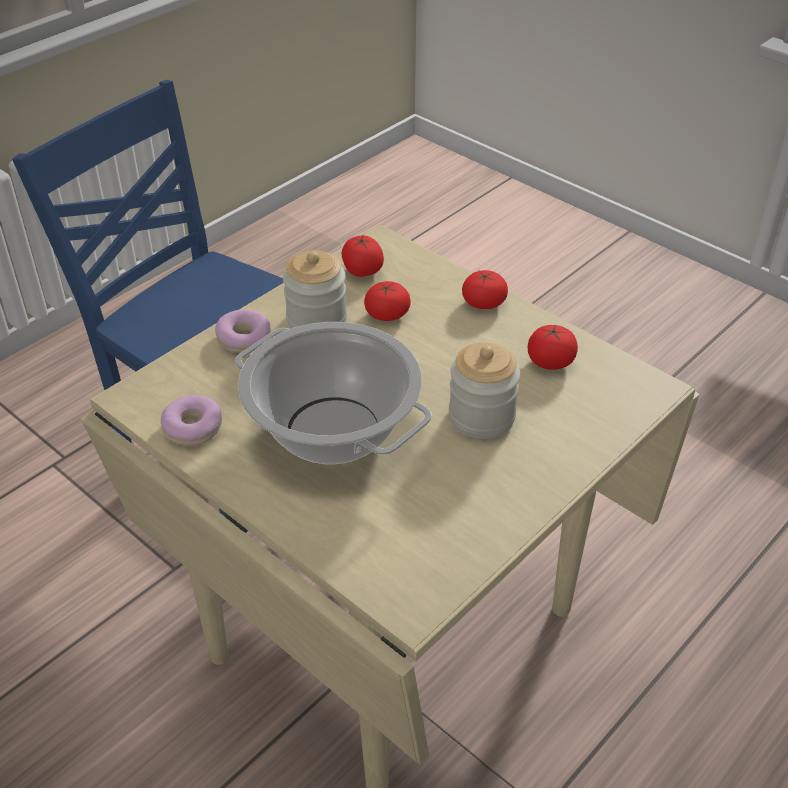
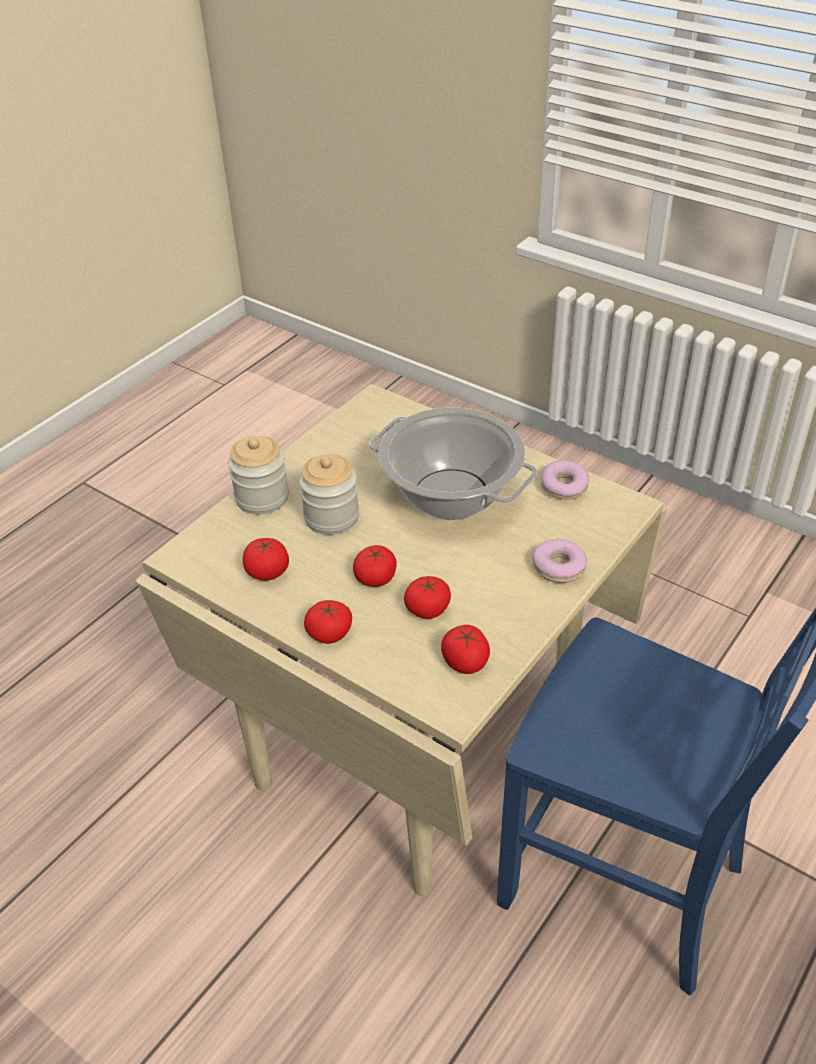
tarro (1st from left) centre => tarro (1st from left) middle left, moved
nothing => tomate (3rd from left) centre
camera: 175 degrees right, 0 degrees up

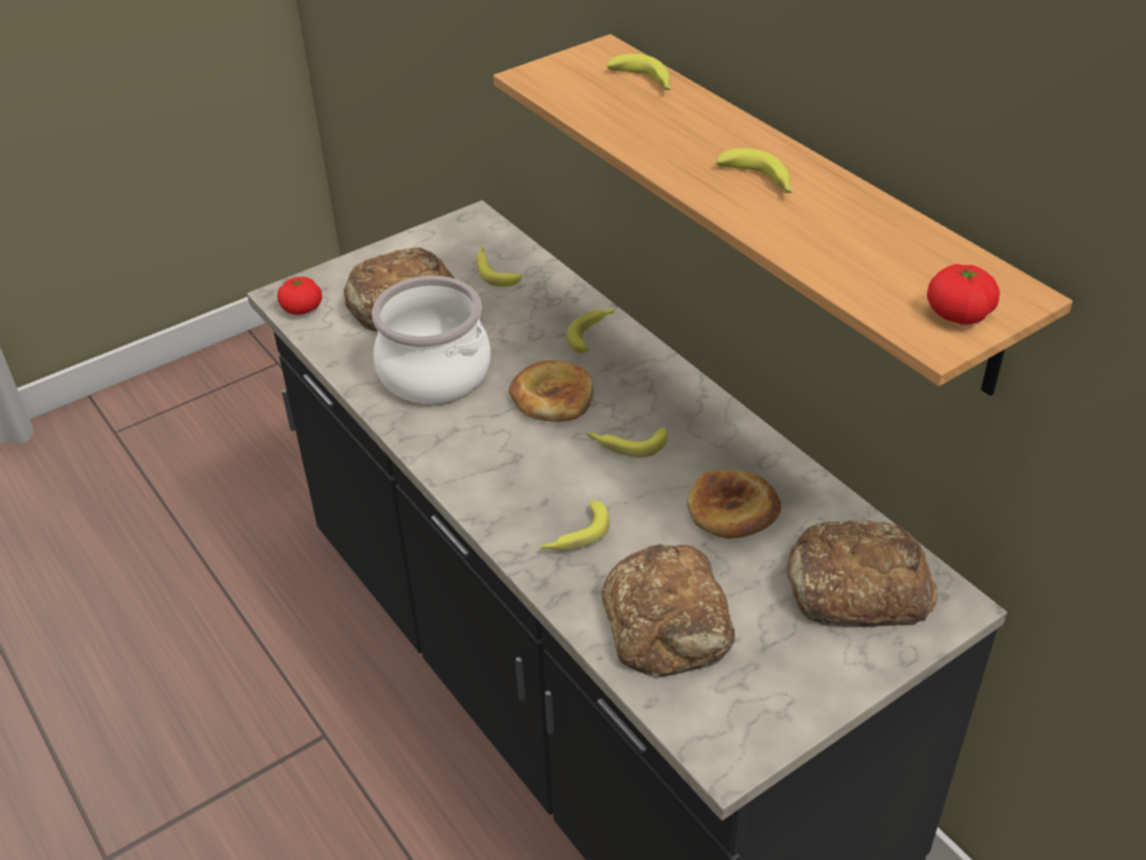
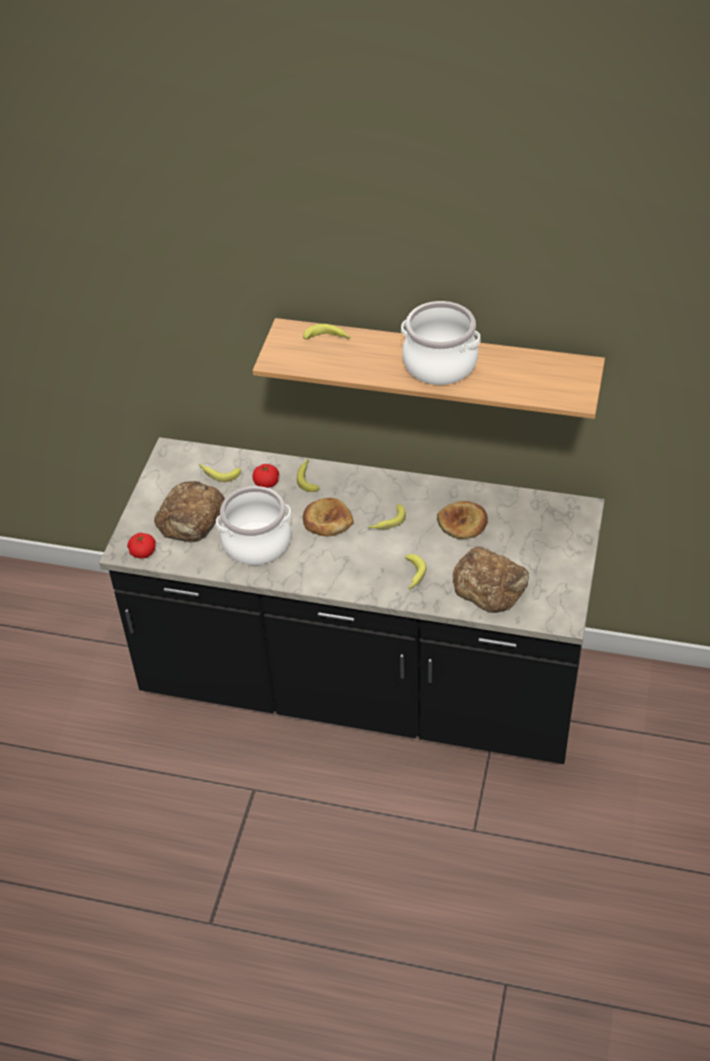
tomate (2nd from left) middle right => tomate (2nd from left) centre, moved
plátano (6th from left) top centre => olla (2nd from left) top centre
pan (5th from left) bottom right => nothing
camera: 40 degrees left, 5 degrees up

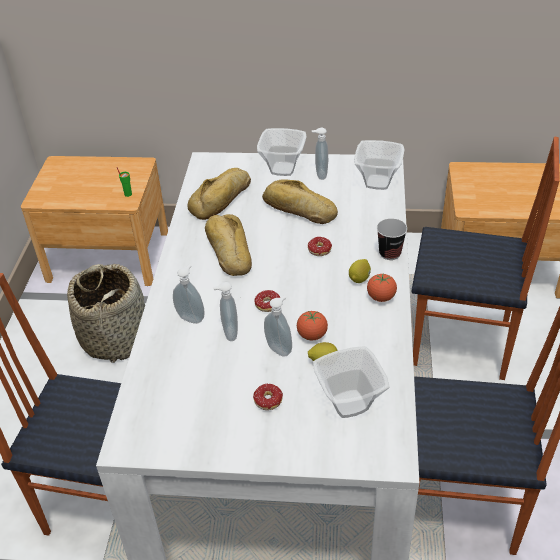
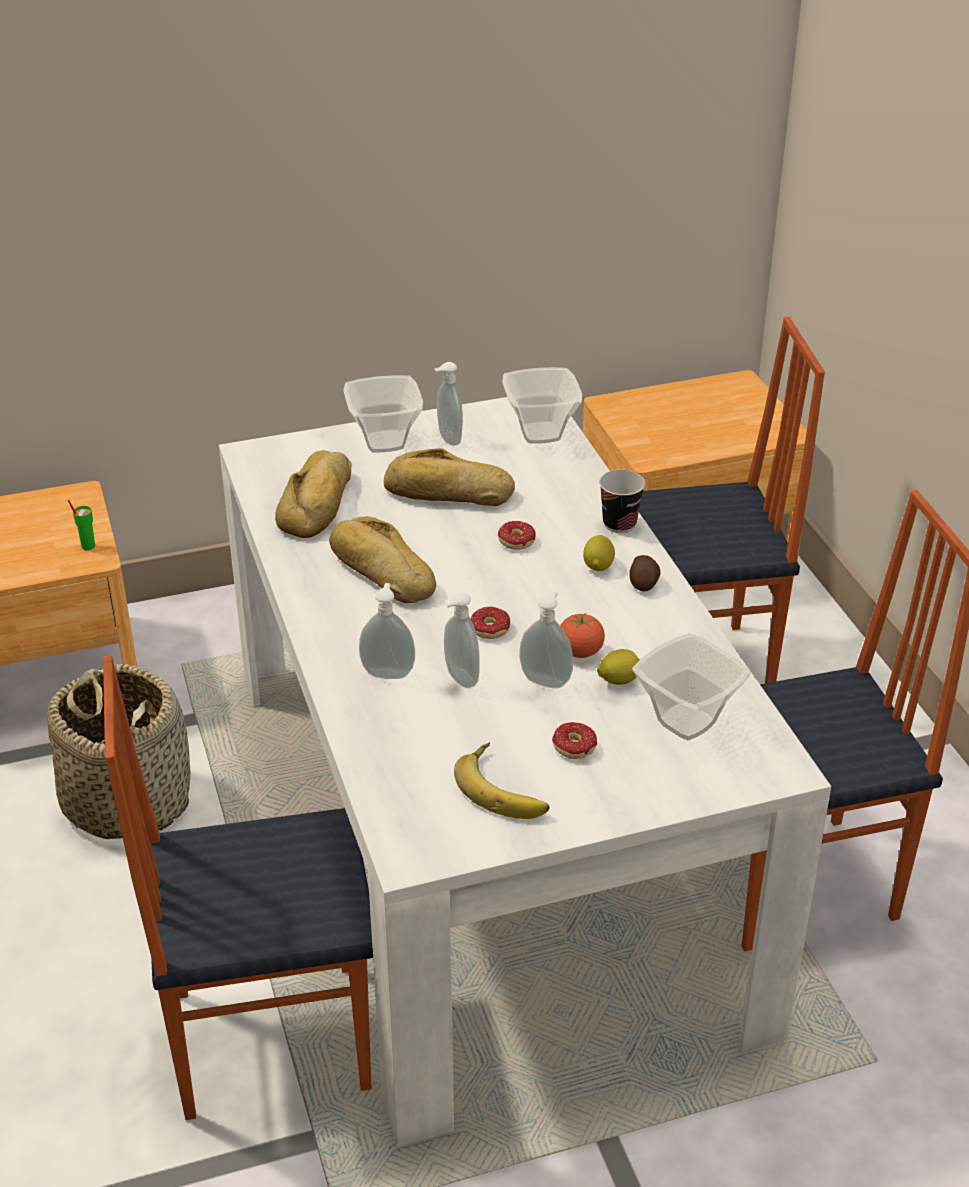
nothing => plátano centre
tomate (2nd from left) middle right => patata centre
camera: 25 degrees left, 5 degrees down

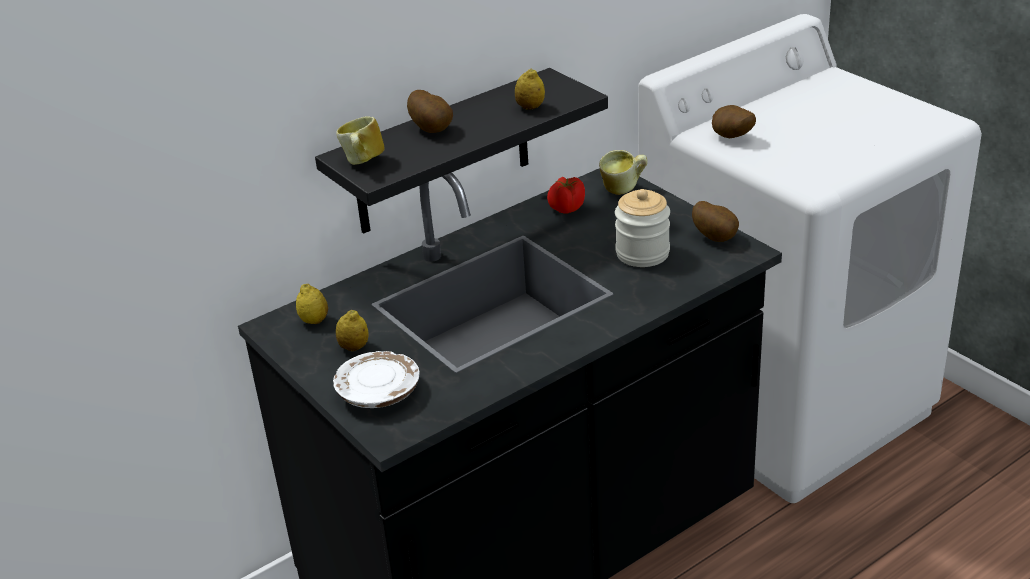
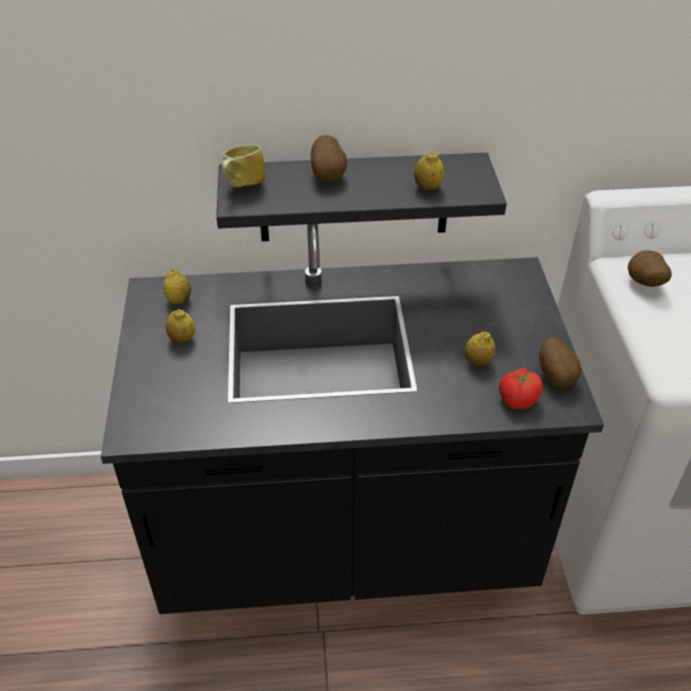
tarro centre => limón (4th from left) middle right
tomate centre => tomate middle right, moved
plato (blanco) centre => nothing
taza grande (2nd from left) top centre => nothing
camera: 30 degrees right, 10 degrees up

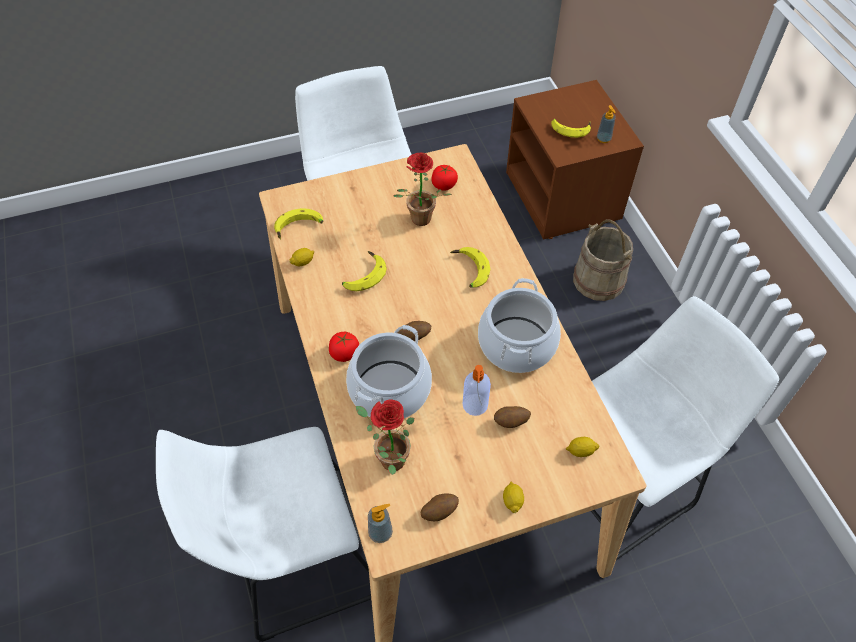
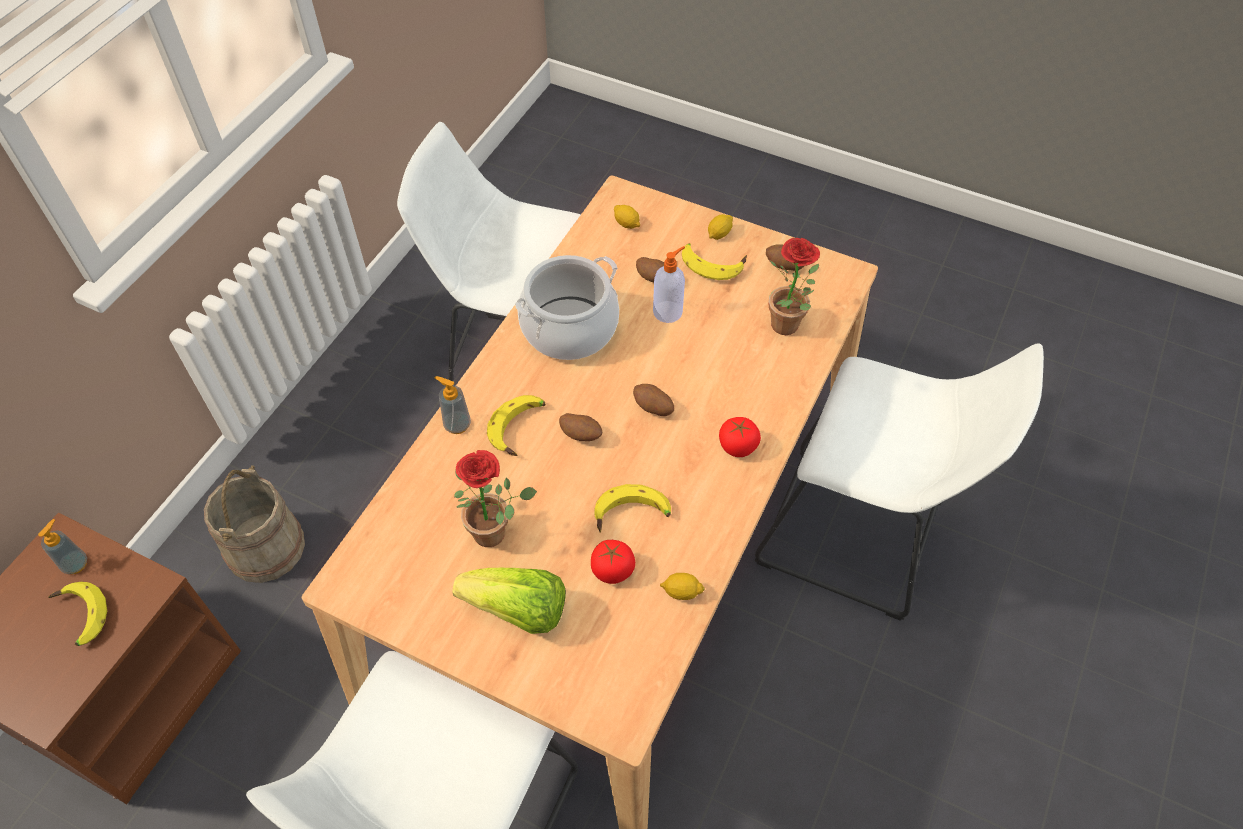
dispensador de jabón (1st from left in the first image) bottom centre => dispensador de jabón (2nd from left) centre, moved
nothing => lechuga bottom centre
nothing => patata (1st from left) centre
tomate (2nd from left in the first image) top centre => tomate (1st from left) bottom centre, moved
plátano (1st from left in the first image) centre => plátano (4th from left) top centre, moved
olla (1st from left) centre => nothing
camera: 135 degrees left, 0 degrees up

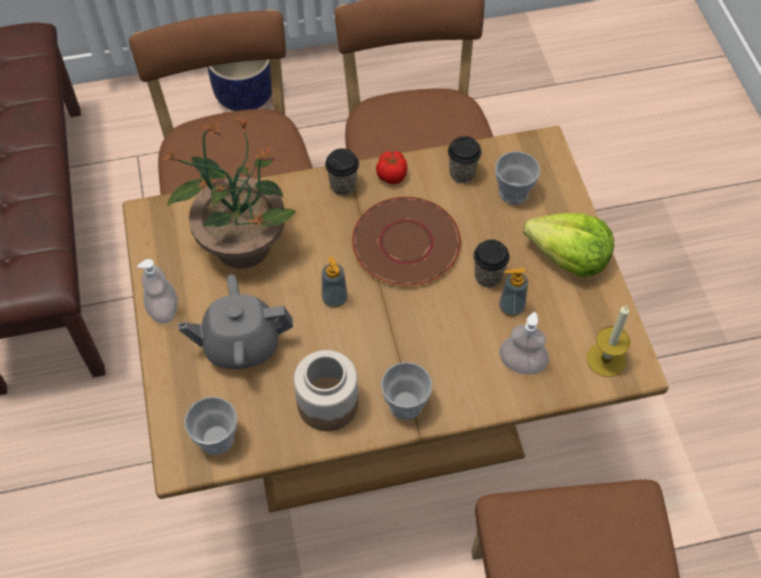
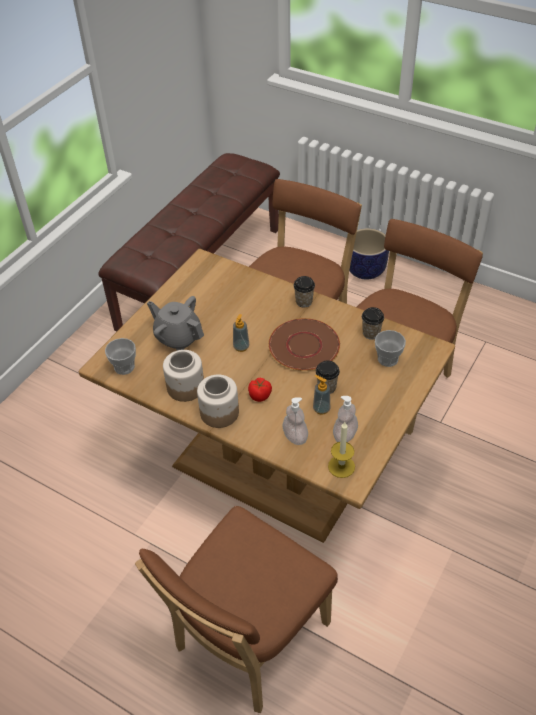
taza (3rd from left) bottom centre => tarro (2nd from left) centre
tomate top centre => tomate centre, moved
dispensador de jabón (1st from left in the first image) middle left => dispensador de jabón (4th from left) centre, moved
planta en maceta middle left => nothing
lechuga middle right => nothing
camera: 45 degrees right, 10 degrees down

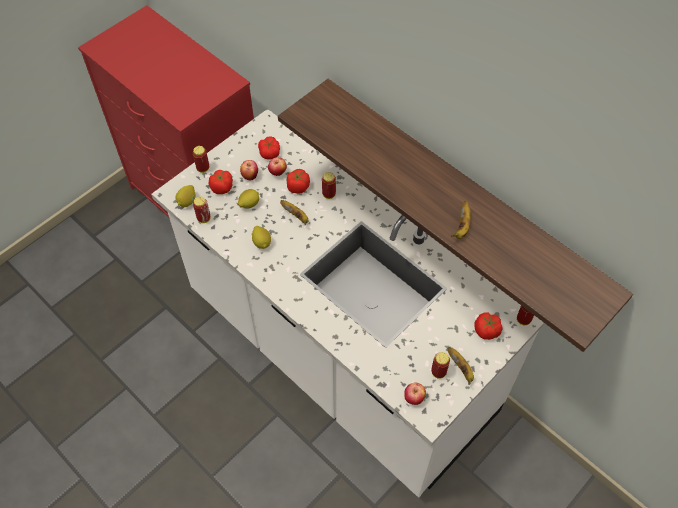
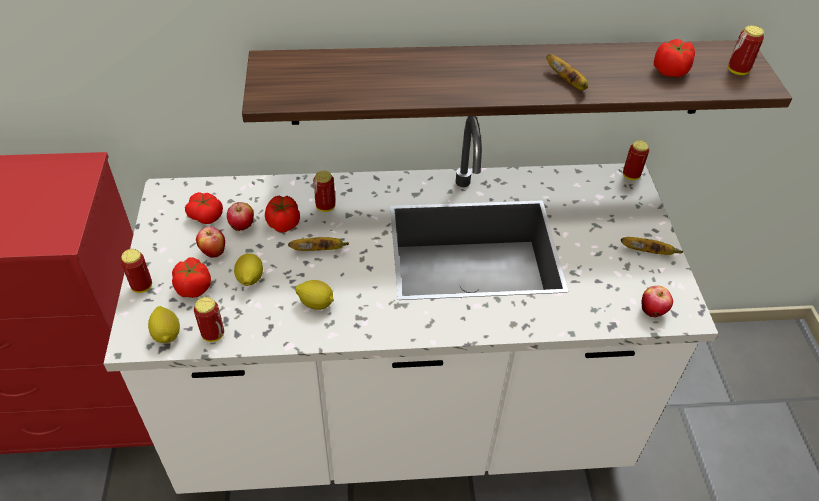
tomate (4th from left) middle right => tomate (4th from left) top right, moved
lata (4th from left in the first image) bottom centre => lata (5th from left) top right, moved
camera: 50 degrees left, 10 degrees down

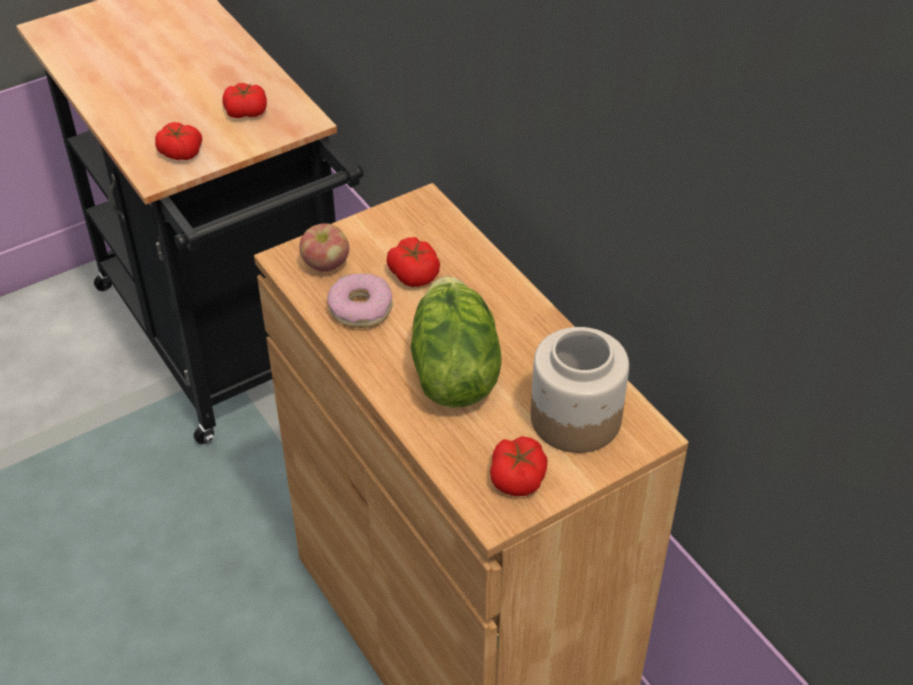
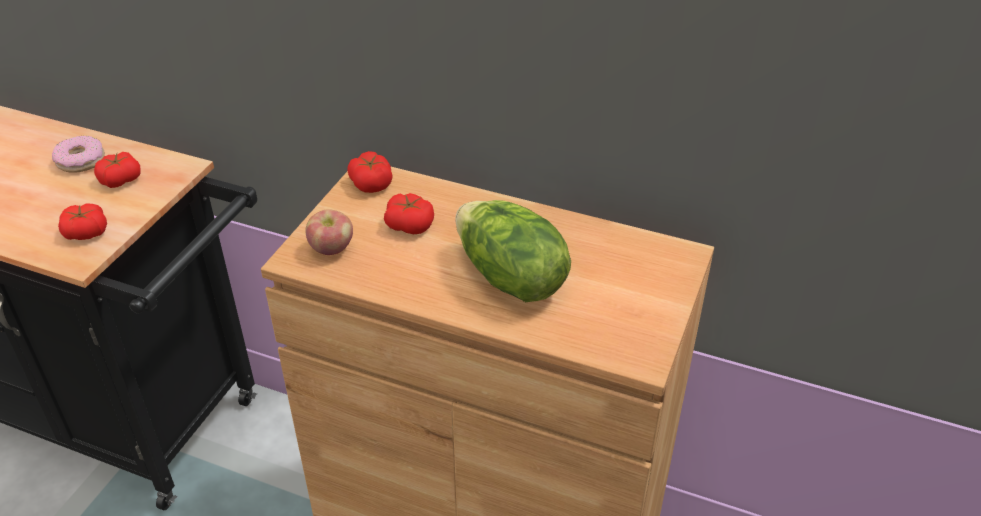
rosquilla centre => rosquilla top left, moved
tomate (4th from left in the first image) bottom centre => tomate (3rd from left) centre, moved
tarro centre => nothing
camera: 35 degrees left, 5 degrees down

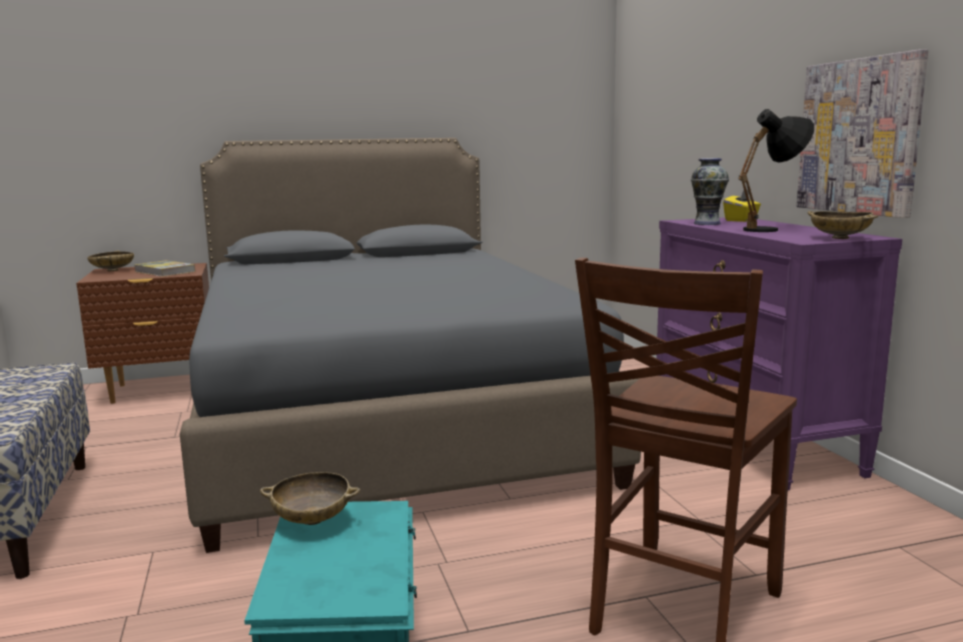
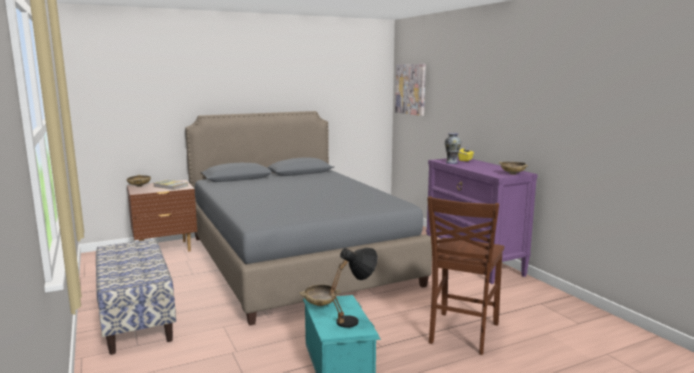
lámpara de mesa (negro) top right => lámpara de mesa (negro) bottom centre, moved
cuadro top right => cuadro top centre, moved
camera: 10 degrees left, 0 degrees up

